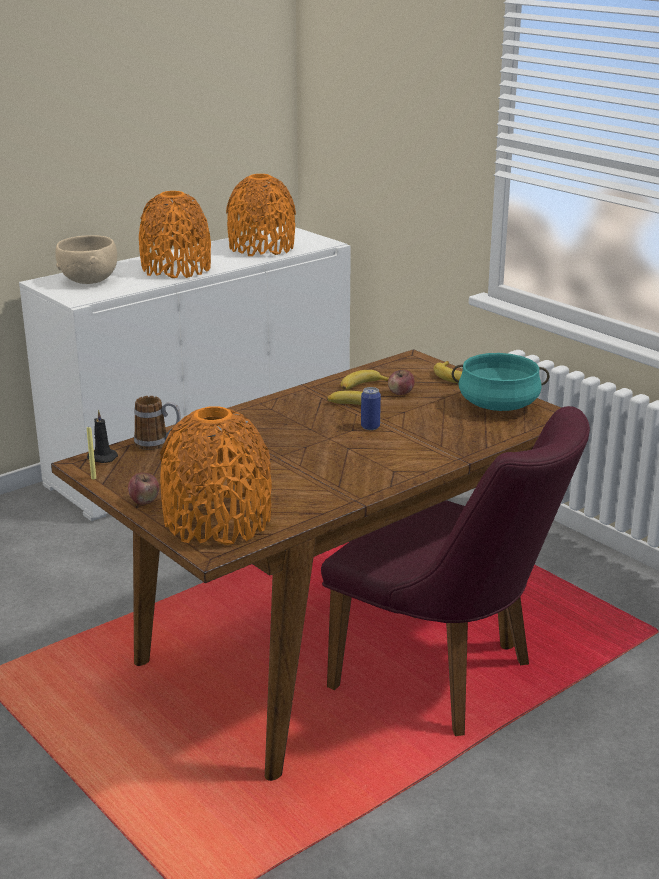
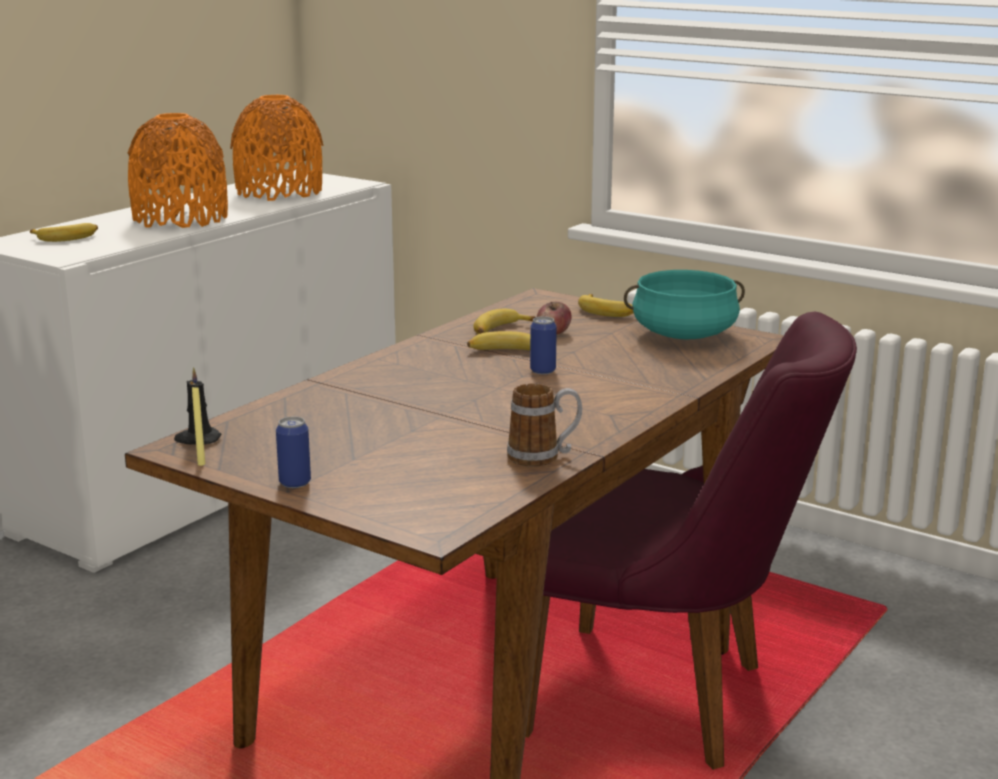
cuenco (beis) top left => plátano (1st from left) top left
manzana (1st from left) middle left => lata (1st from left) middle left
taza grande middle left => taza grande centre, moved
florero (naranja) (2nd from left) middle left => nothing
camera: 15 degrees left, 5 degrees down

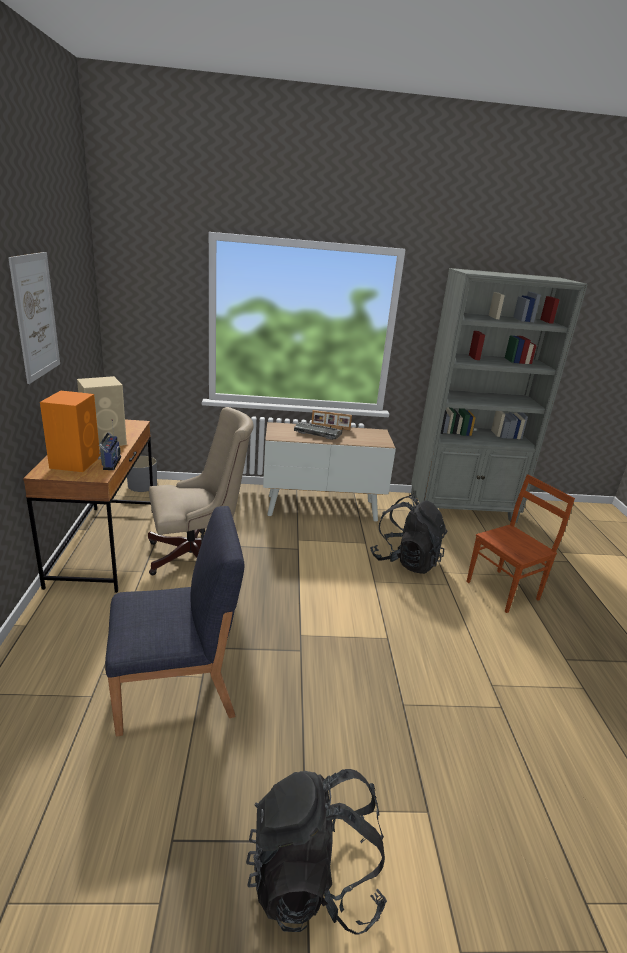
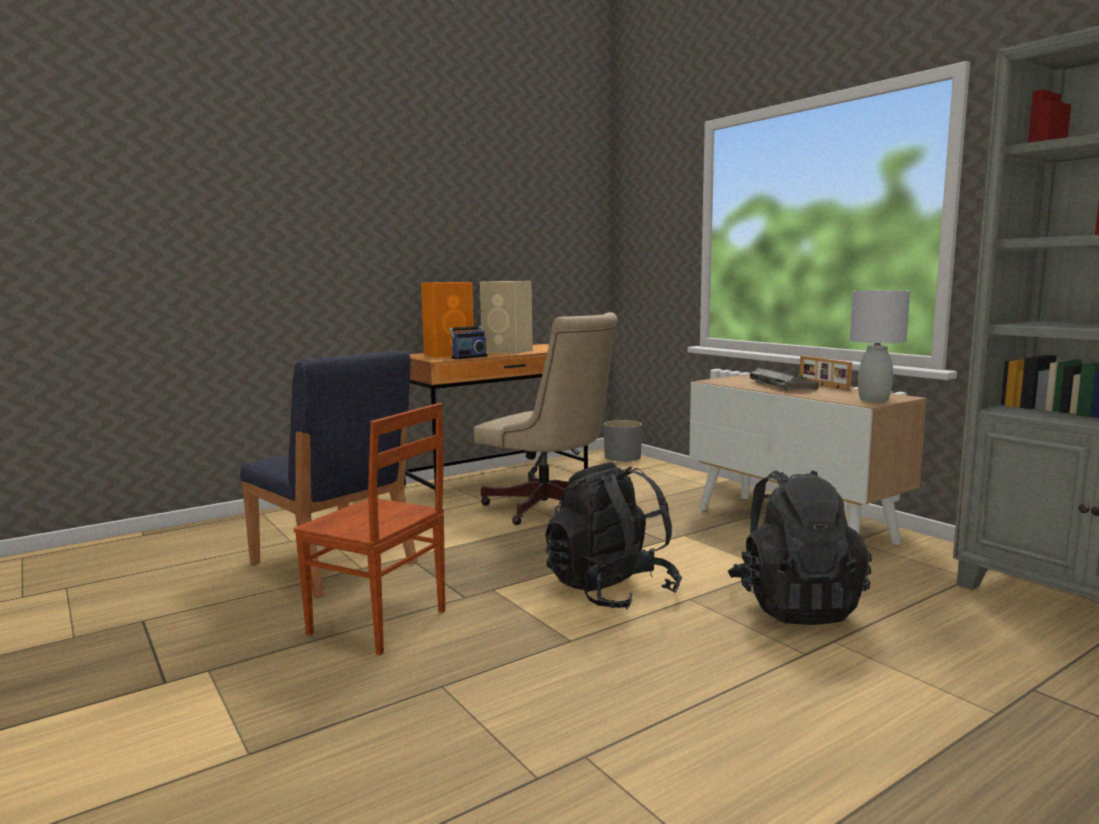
silla (marrón) middle right => silla (marrón) centre, moved
mochila (negro) (1st from left) bottom centre => mochila (negro) (1st from left) centre, moved
nothing => lámpara de mesa (gris) middle right
cuadro middle left => nothing
camera: 60 degrees right, 15 degrees down

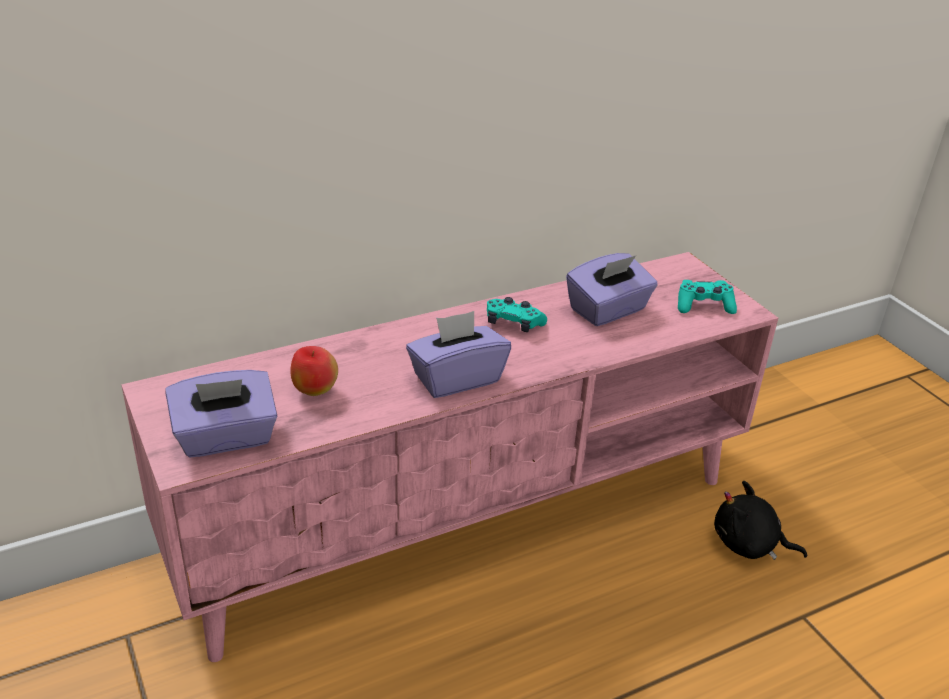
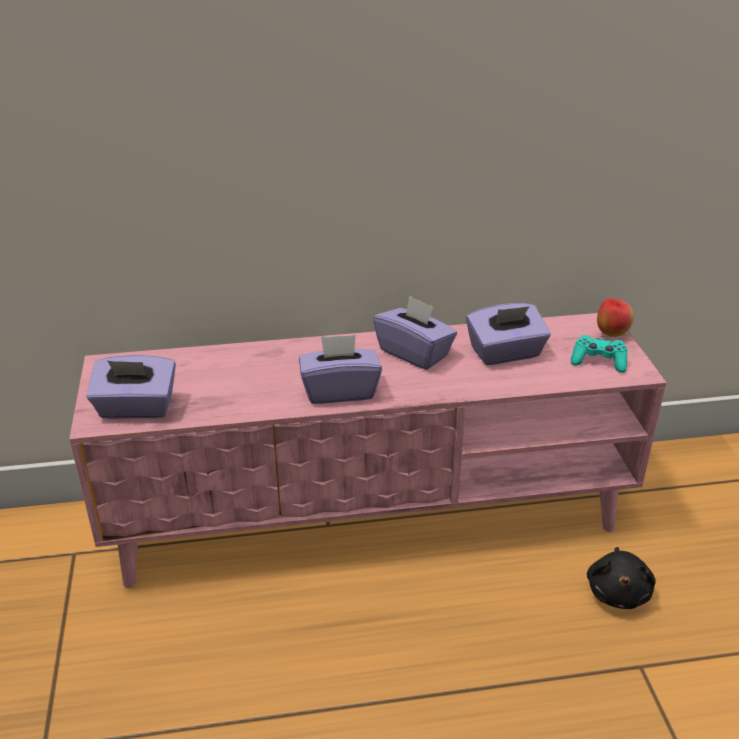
mando de consola (turquesa) (1st from left) centre => caja de pañuelos (morado) (3rd from left) centre
peluche (negro) bottom right, 120 degrees counterclockwise
manzana middle left => manzana middle right, moved
camera: 20 degrees right, 0 degrees up

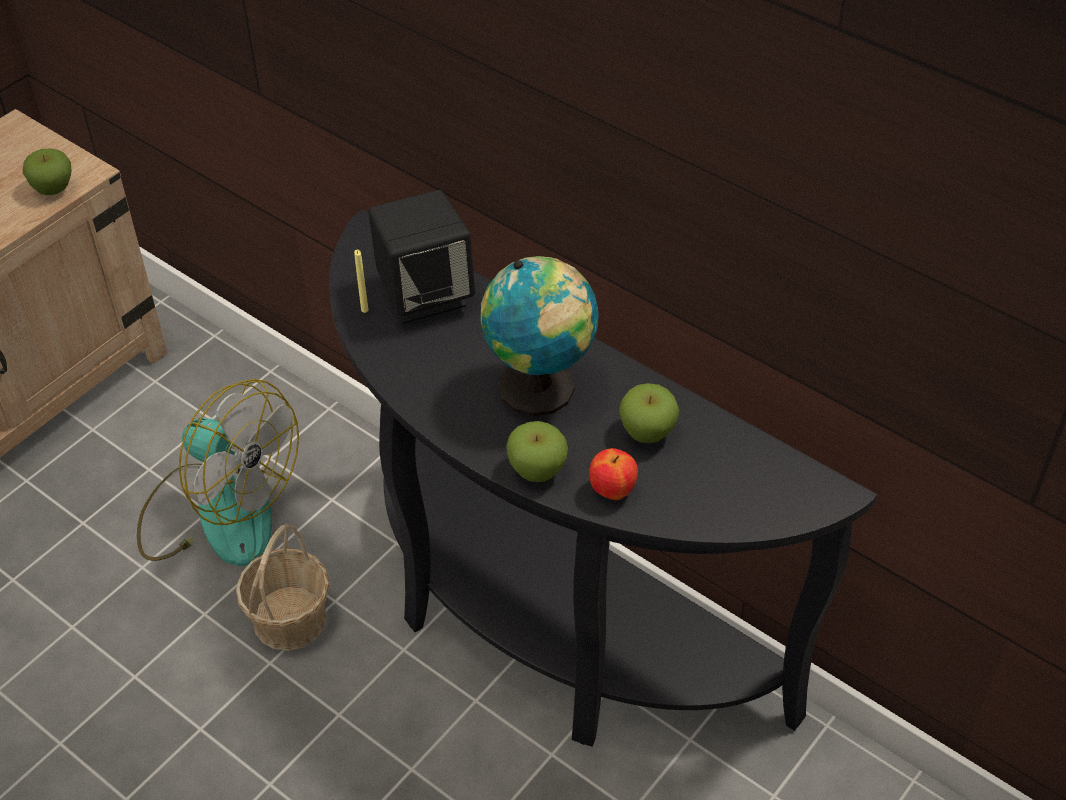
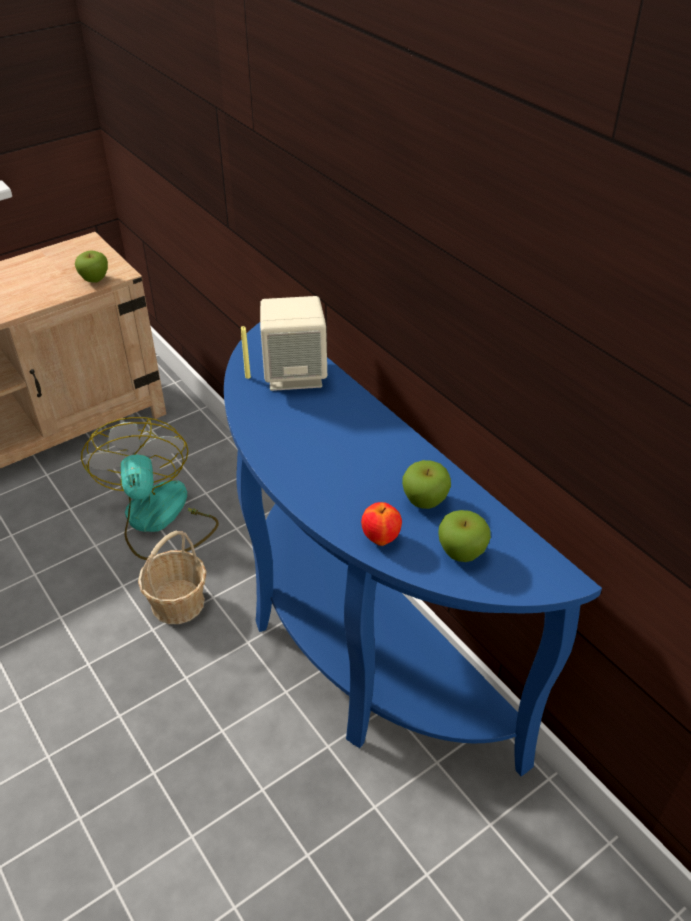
ventilador middle left, 150 degrees counterclockwise
mesa consola (negro) centre => mesa consola (azul) centre
altavoz (negro) top centre => altavoz (beis) centre
manzana (2nd from left in the first image) centre => manzana (4th from left) middle right, moved
globo terráqueo centre => nothing
camera: 15 degrees right, 5 degrees down

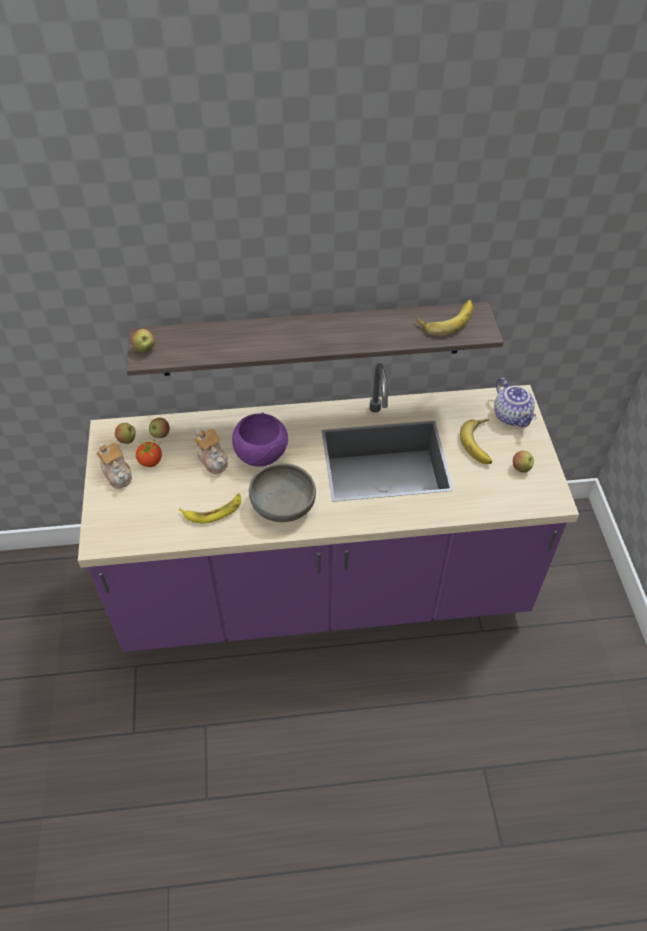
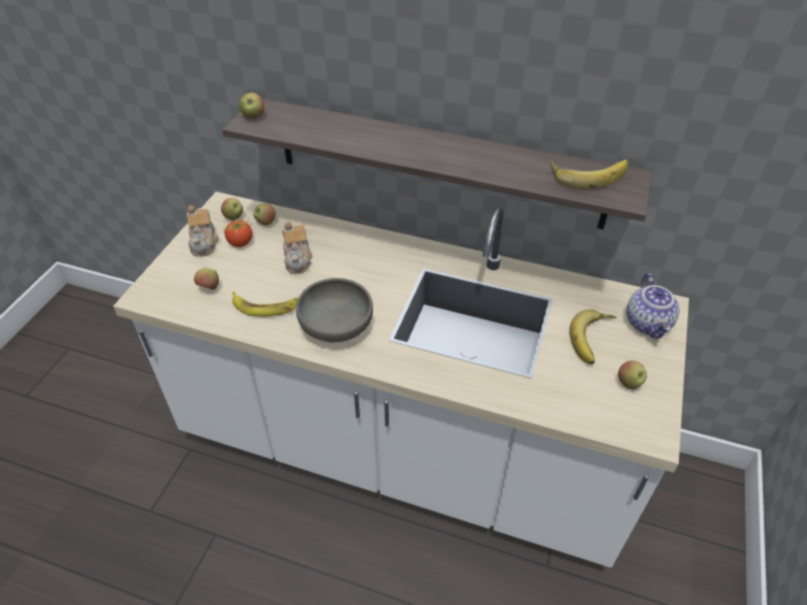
mueble bajo de cocina (morado) centre => mueble bajo de cocina (blanco) centre
nothing => manzana (1st from left) middle left
cuenco (morado) centre => nothing
camera: 25 degrees right, 5 degrees down

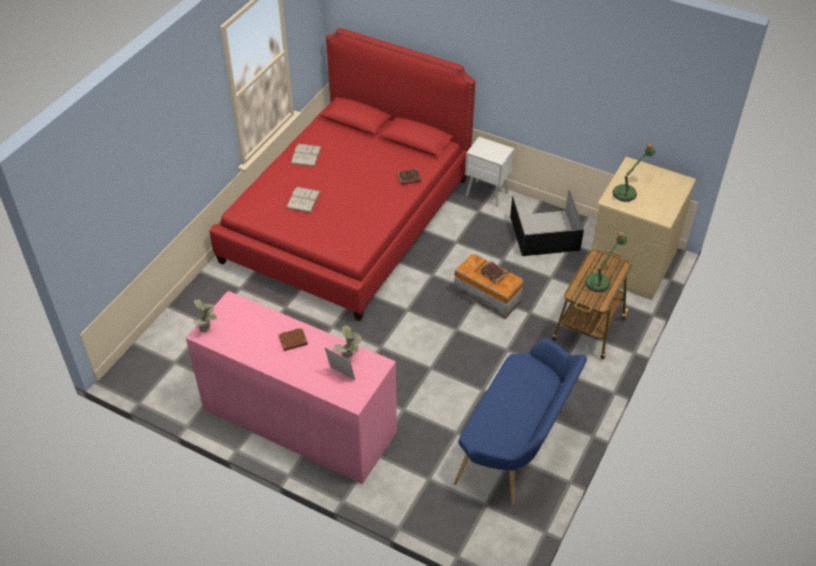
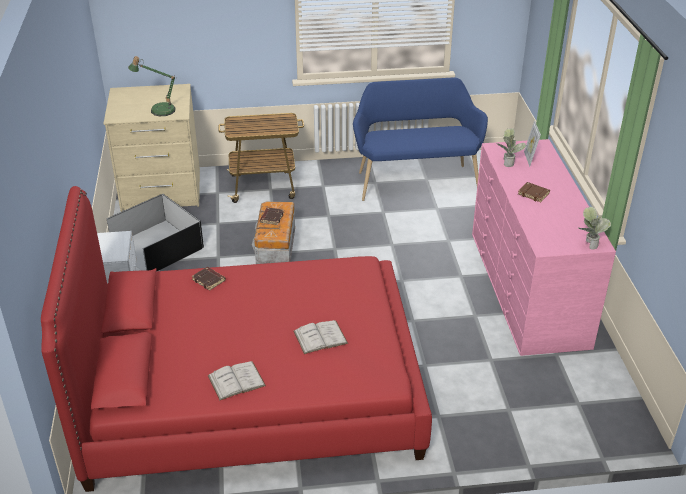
lámpara de mesa (1st from left) middle right => nothing
camera: 125 degrees left, 10 degrees down

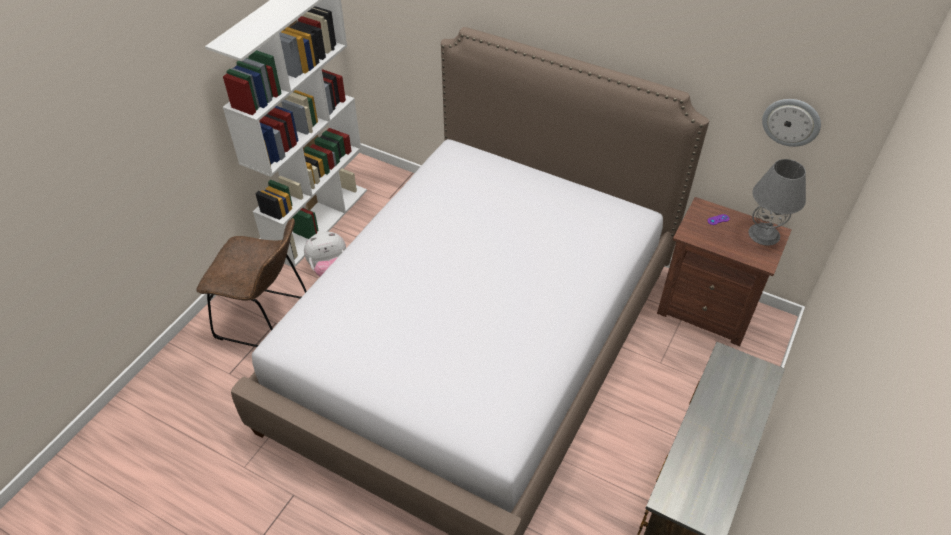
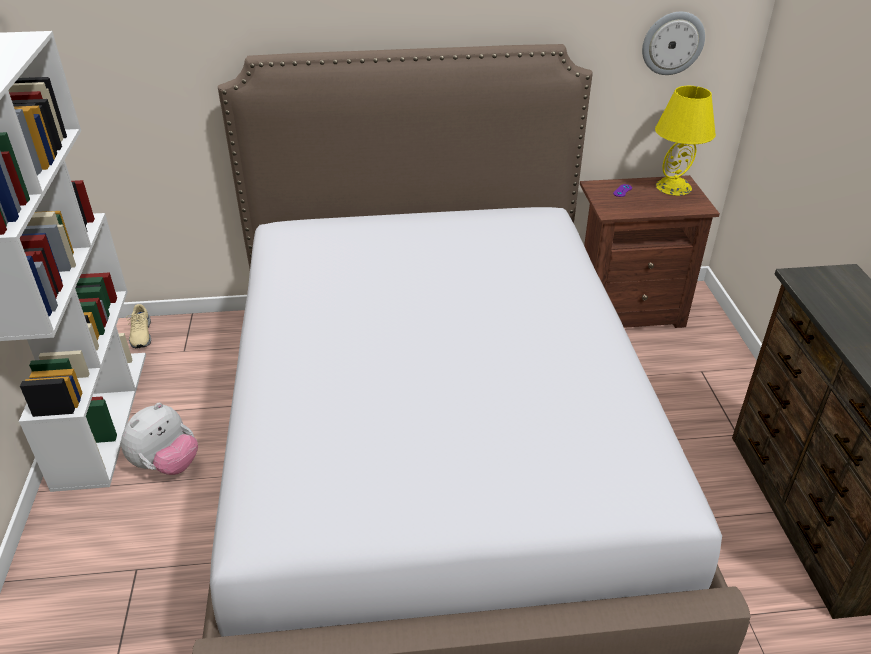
nothing => zapato (beis) middle left
lámpara de mesa (gris) middle right => lámpara de mesa (amarillo) top right
silla (marrón) middle left => nothing
camera: 35 degrees left, 10 degrees down

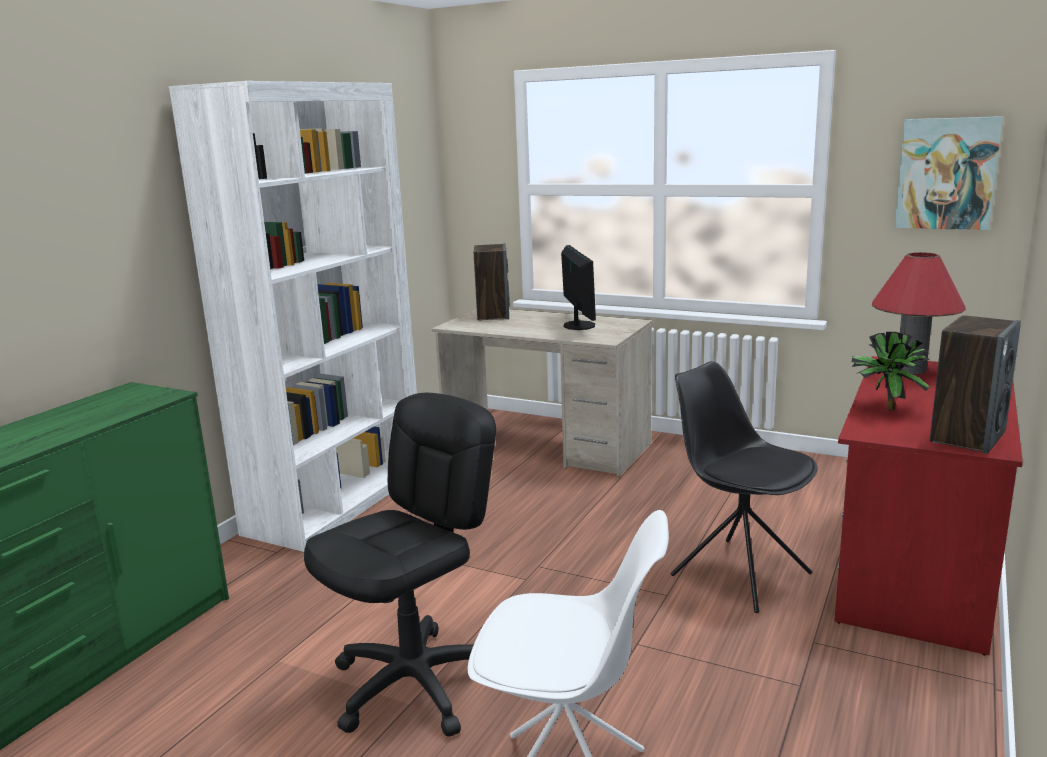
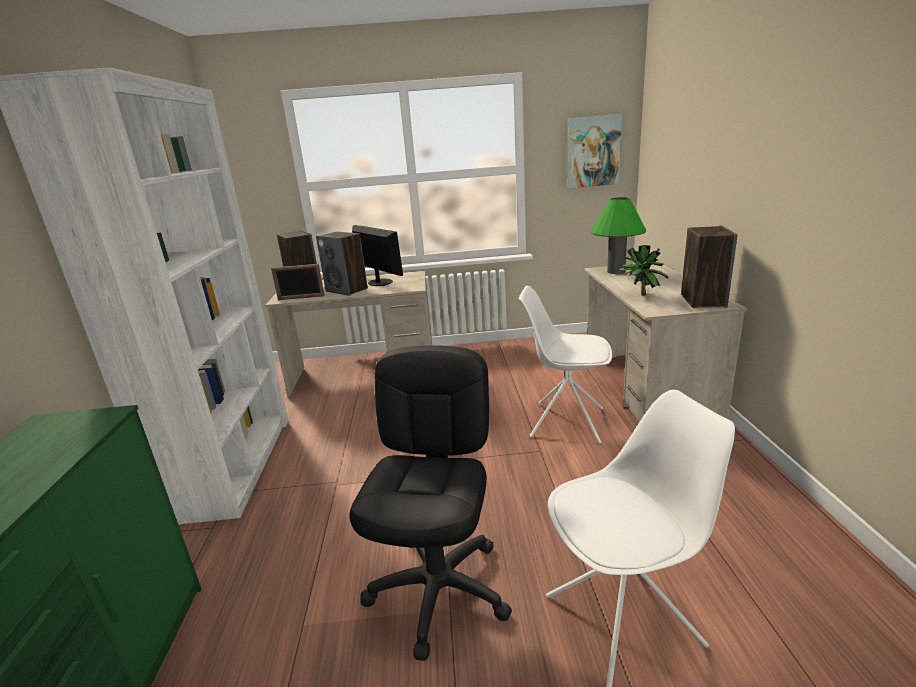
nothing => portarretratos middle left
nothing => altavoz (2nd from left) centre
silla (negro) middle right => silla (blanco) (1st from left) centre
escritorio (rojo) bottom right => escritorio (beis) (2nd from left) middle right
lámpara de mesa (rojo) middle right => lámpara de mesa (verde) middle right
camera: 30 degrees left, 5 degrees up

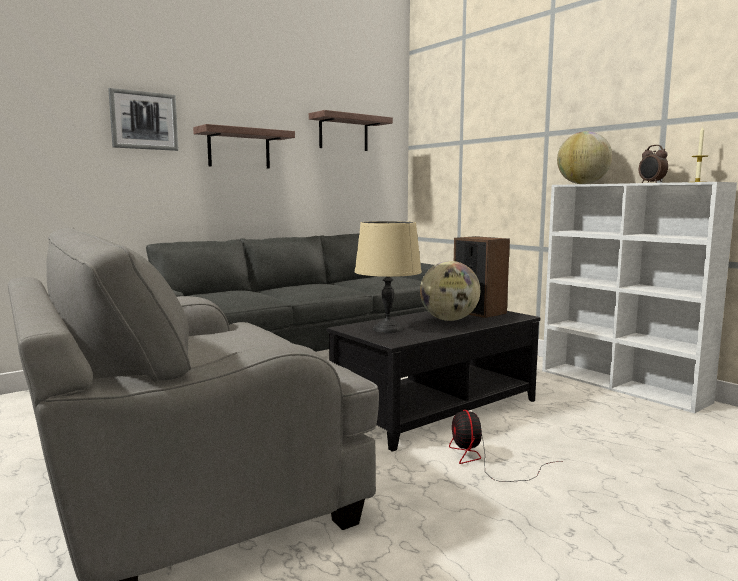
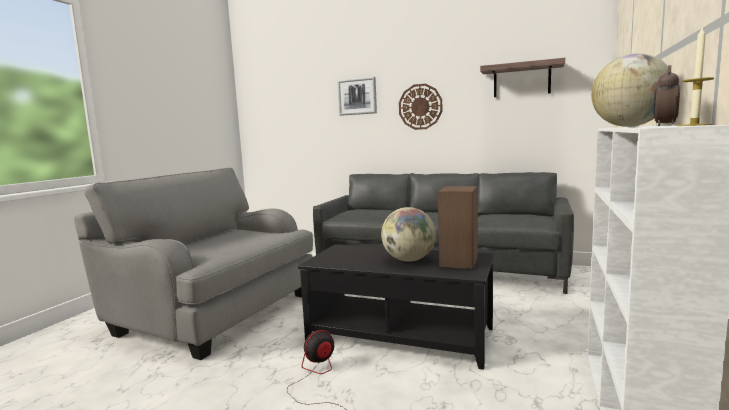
estante (1st from left) top left => reloj de pared top centre
lámpara de mesa (beis) centre => nothing
camera: 60 degrees right, 0 degrees up

